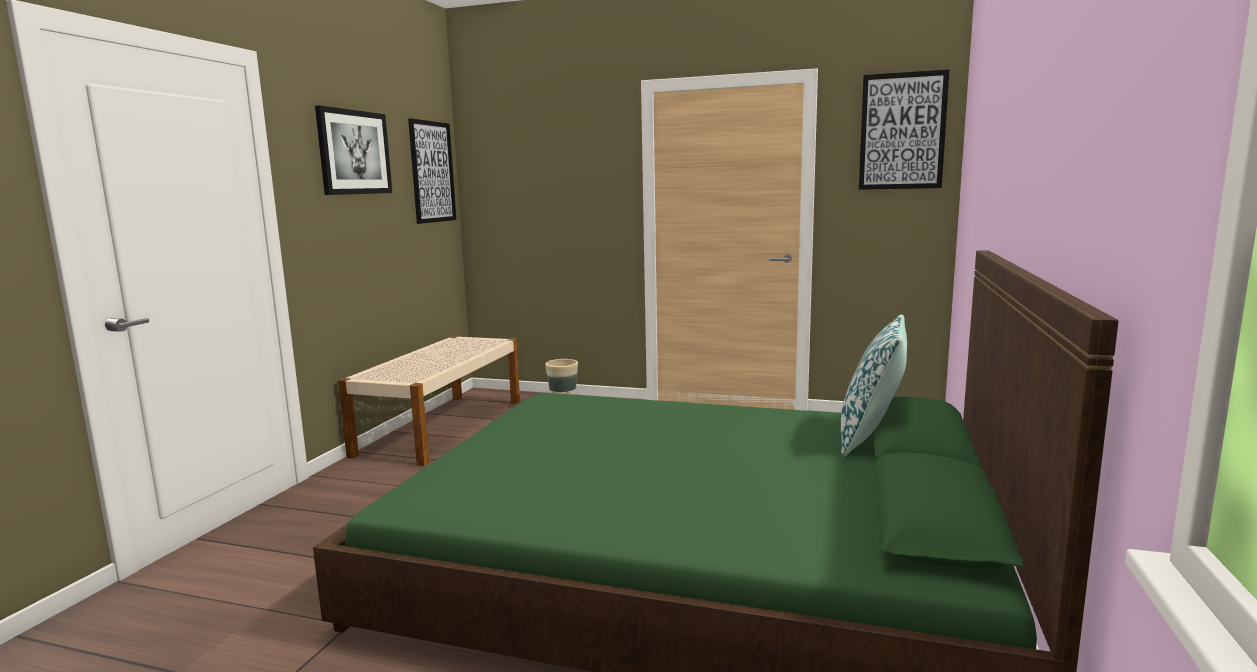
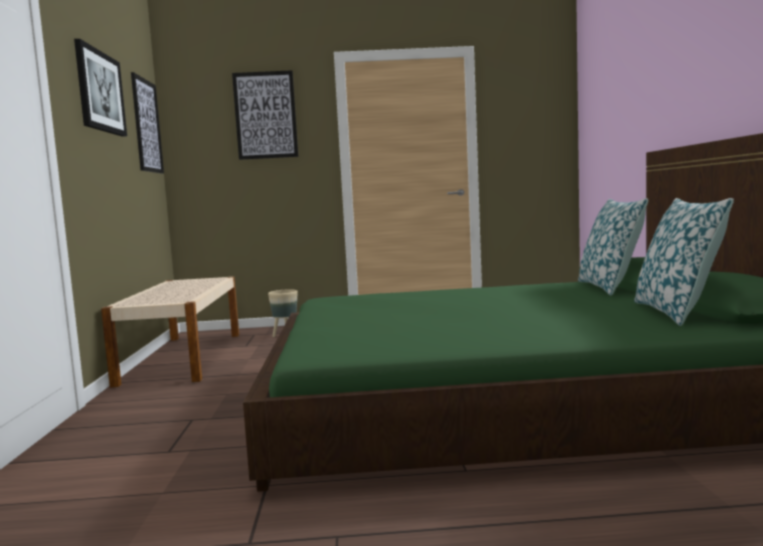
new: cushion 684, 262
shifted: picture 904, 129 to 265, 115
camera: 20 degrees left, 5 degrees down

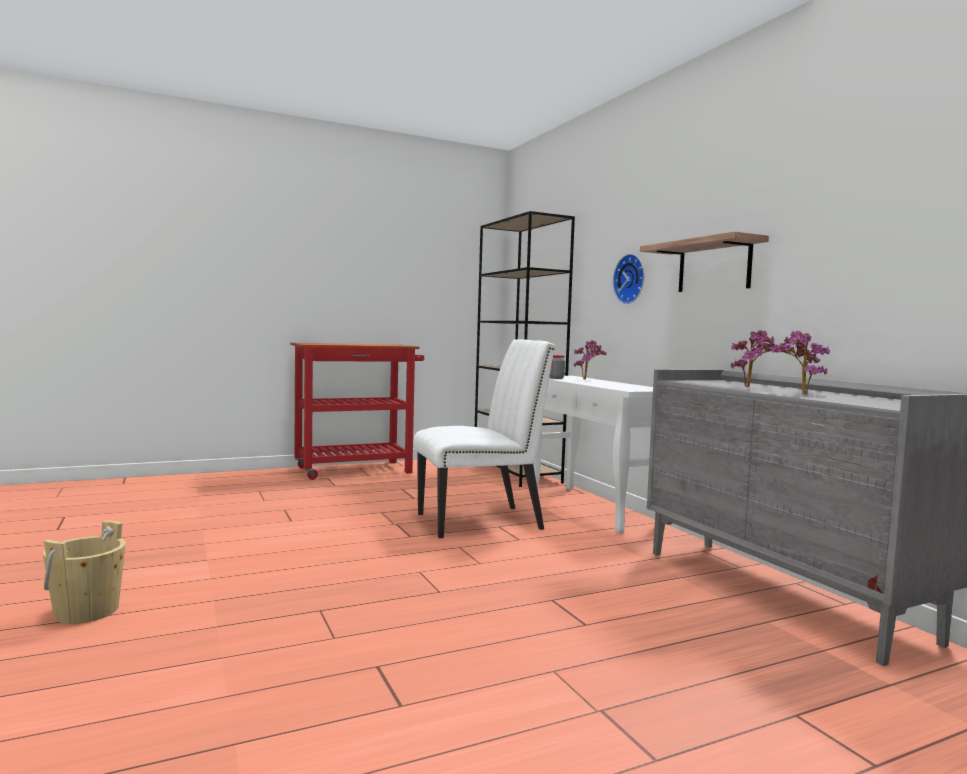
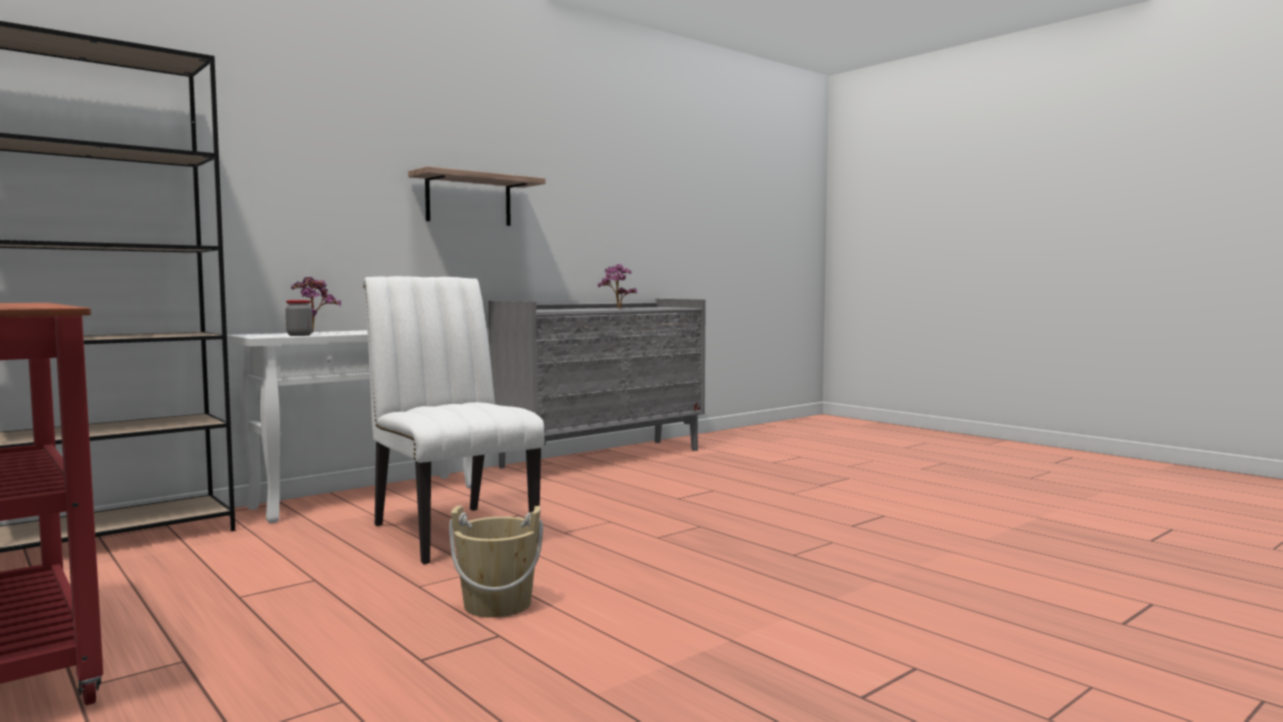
gone: hanging clock 628, 279; plant in a pot 756, 358
shifted: sand-coloured water bucket 84, 572 to 496, 562
camera: 105 degrees left, 0 degrees up

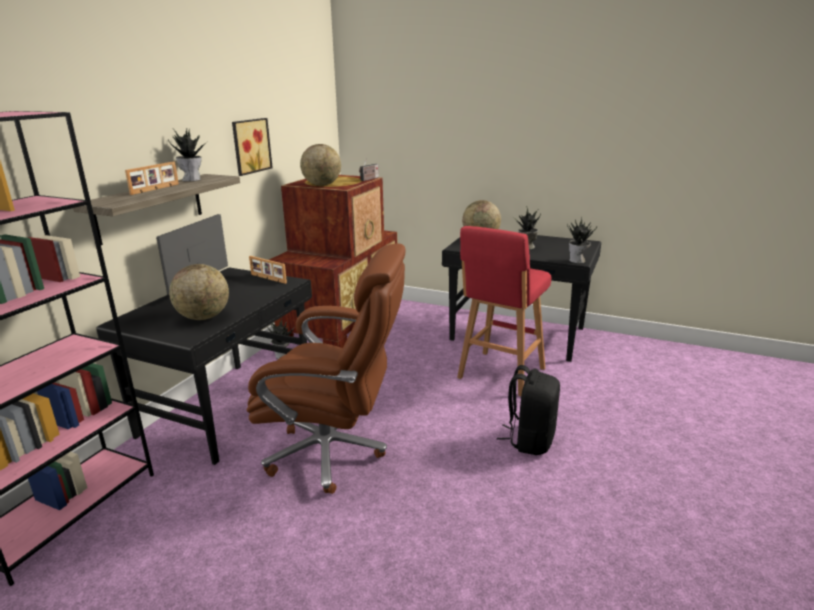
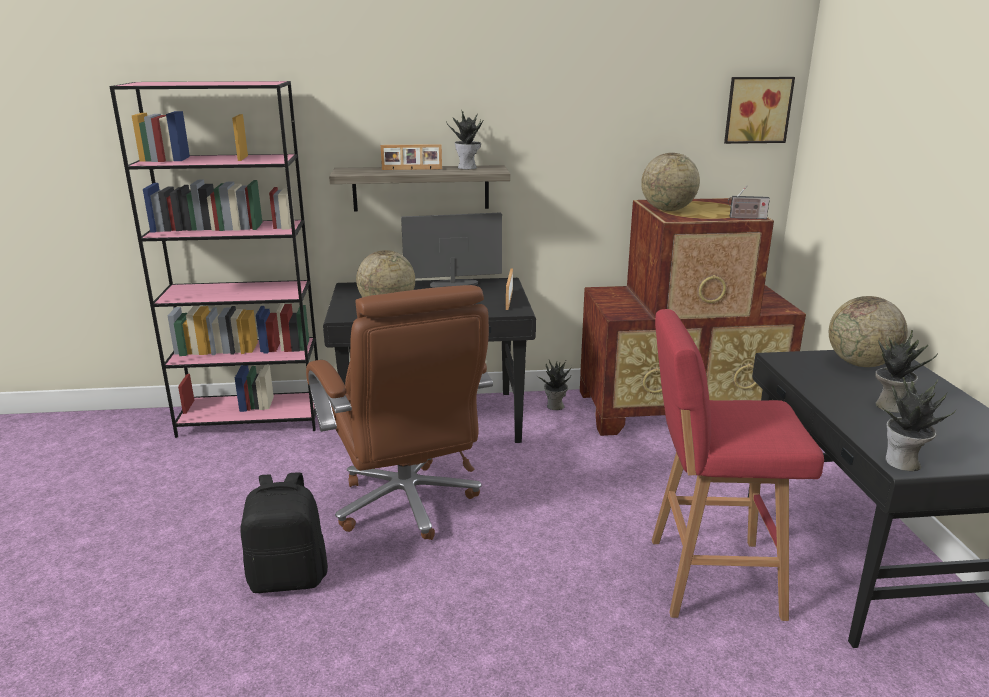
shifted: picture 252, 147 to 759, 110; black knapsack 528, 410 to 284, 532
camera: 60 degrees right, 0 degrees up

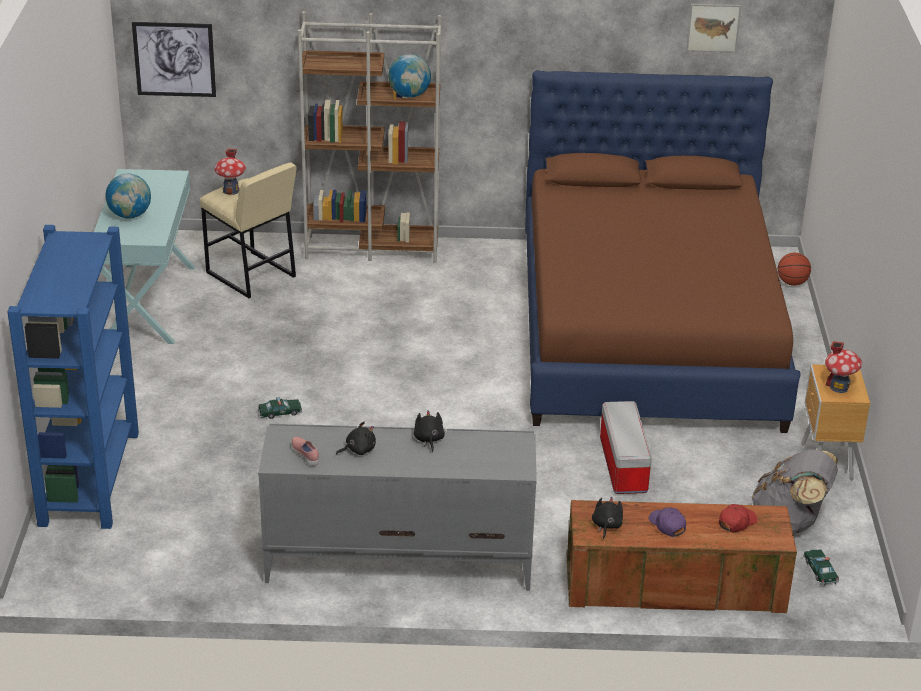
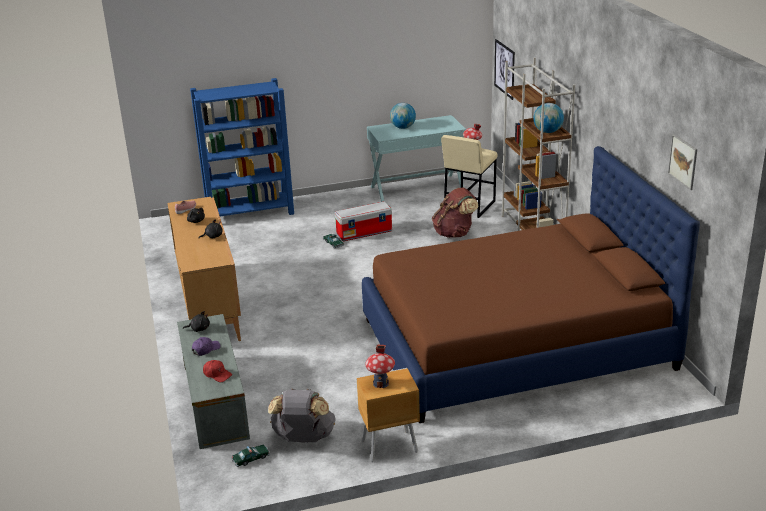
gone: ball for basketball 794, 269
new: brown-coloured knapsack 455, 213
shifted: storage bin 626, 447 to 363, 221
repainted: grey dresser 397, 507 to brown-coloured dresser 204, 269; brown-coloured long seat 682, 556 to grey long seat 213, 381
camera: 75 degrees right, 5 degrees down

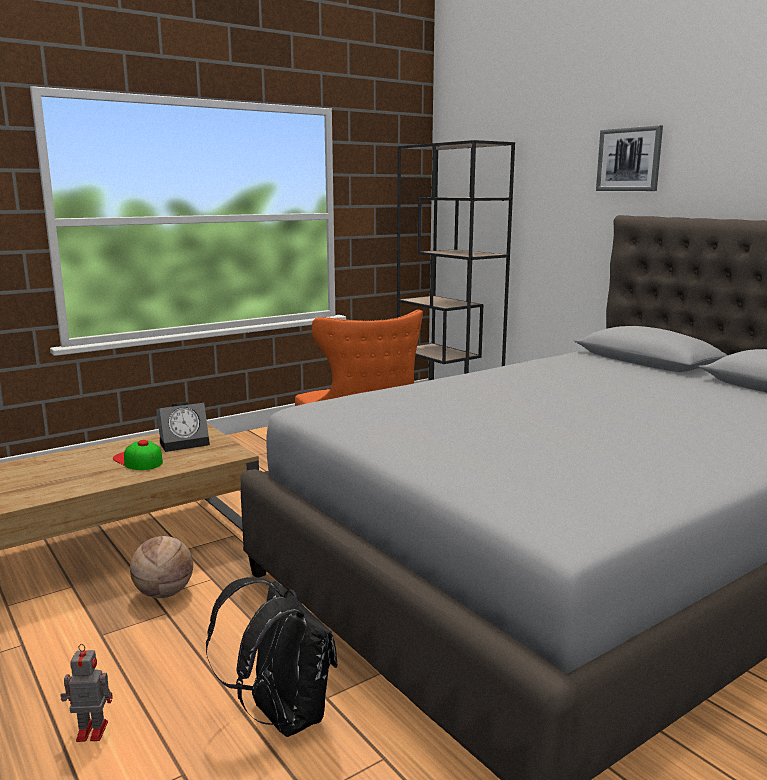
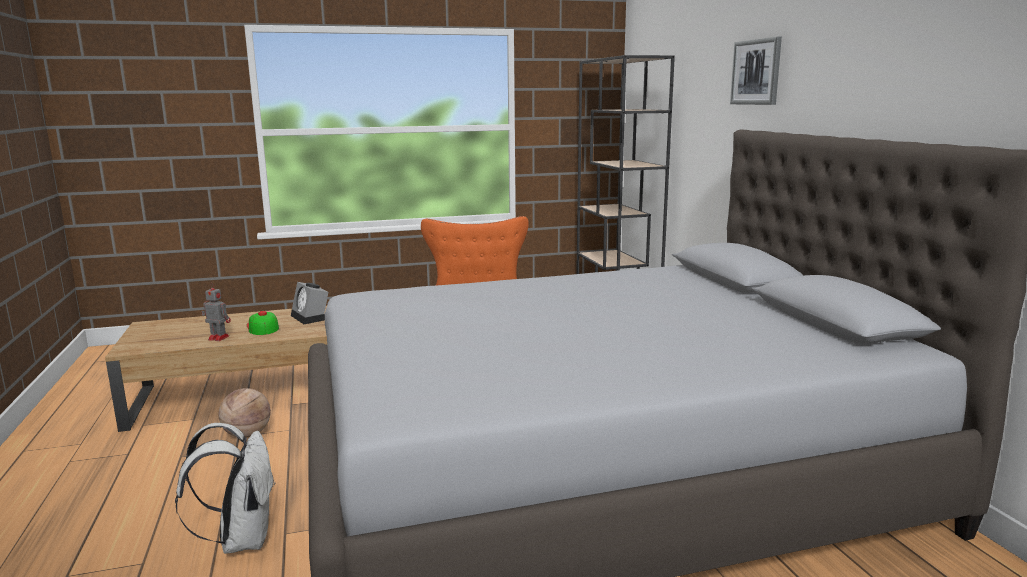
shifted: robot figure 86, 693 to 216, 312
repainted: black knapsack 271, 657 to whitish knapsack 225, 488
rotated: bedside clock 183, 427 = 309, 303 60 degrees clockwise
camera: 20 degrees right, 0 degrees up

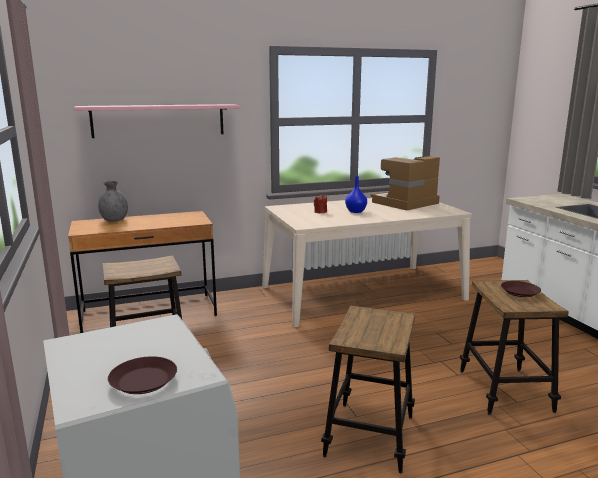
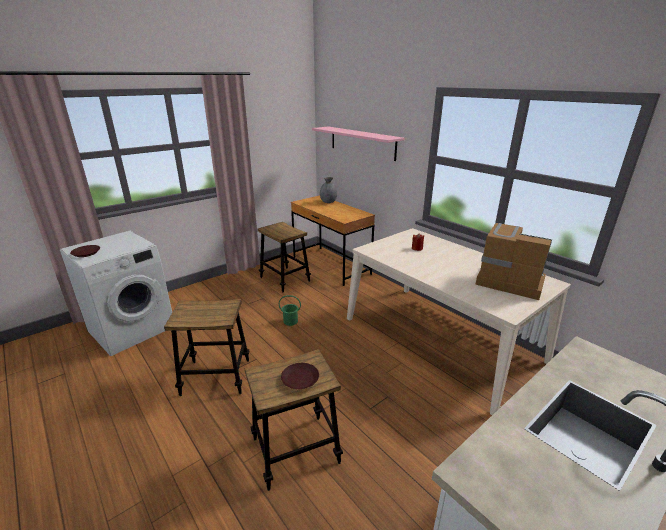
gone: blue flower vase 356, 194
new: green-coloured water bucket 290, 310
camera: 70 degrees right, 10 degrees up

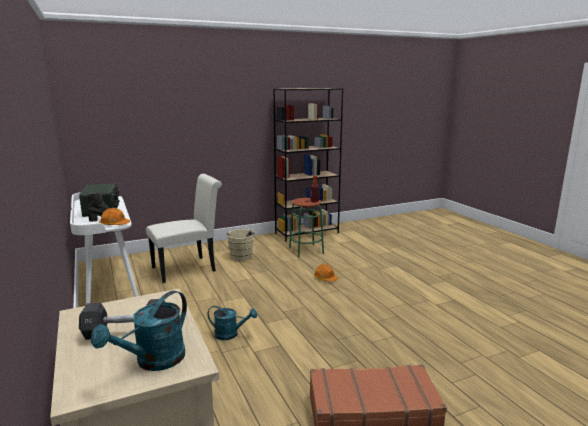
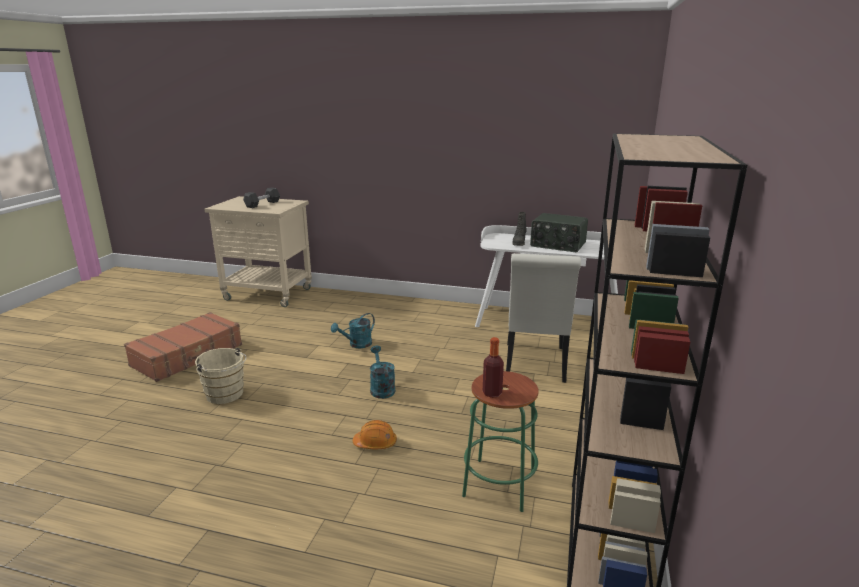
gone: orange-coloured work helmet 114, 216
shifted: turquoise sprinkling can 139, 330 to 382, 372; sand-coloured water bucket 240, 244 to 220, 376
camera: 130 degrees right, 5 degrees up

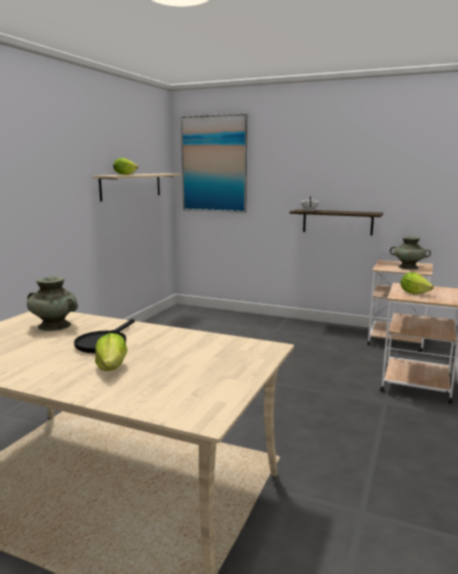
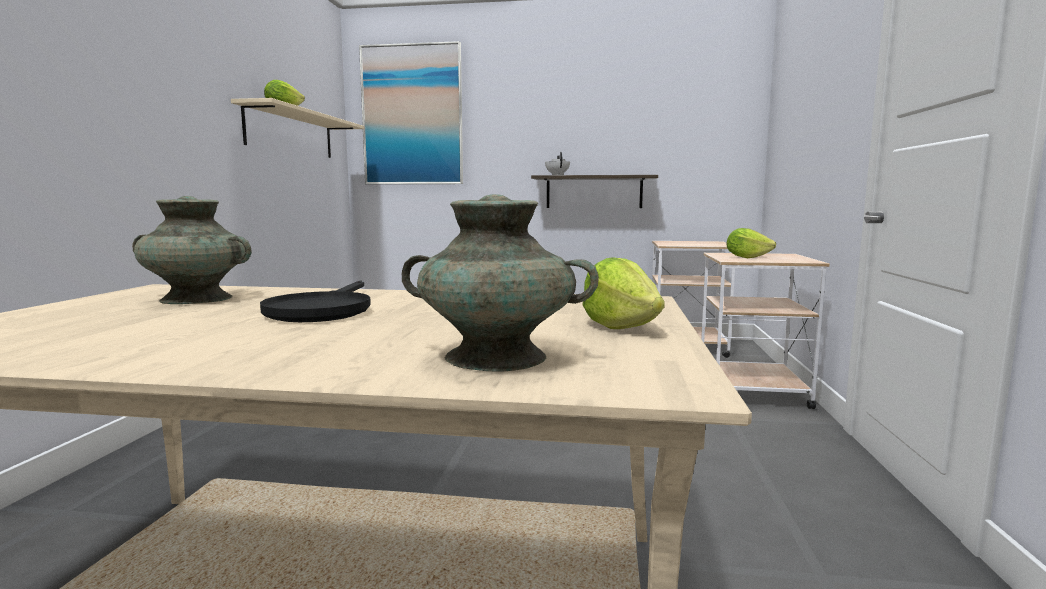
shifted: lettuce head 111, 352 to 624, 293; turquoise flower vase 410, 252 to 500, 283
camera: 15 degrees left, 5 degrees down

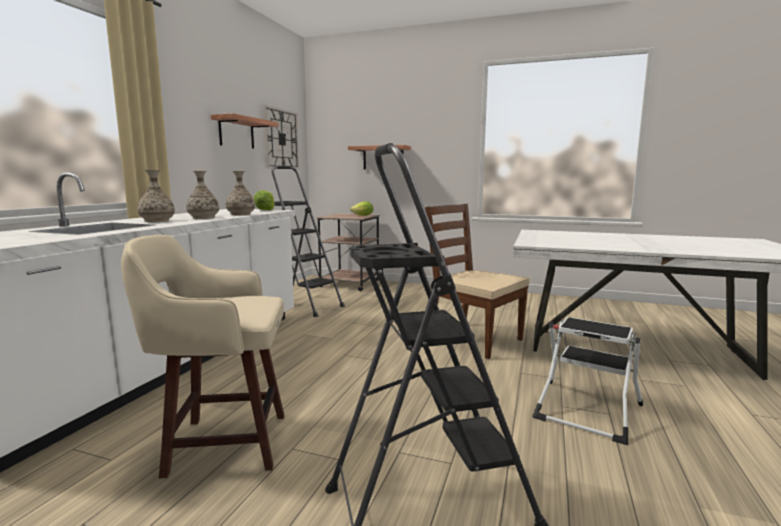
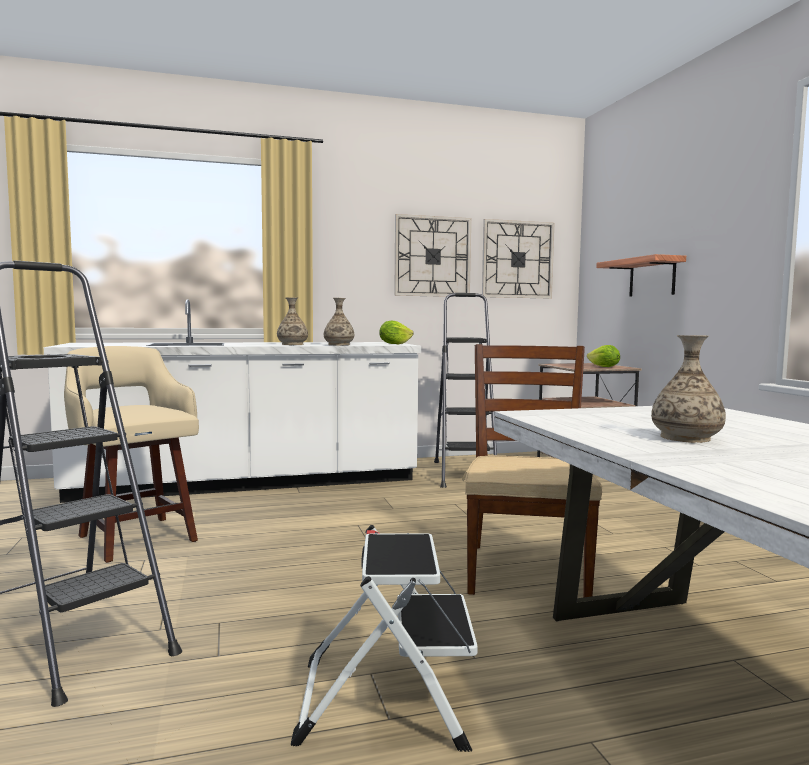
shifted: flower vase 156, 196 to 688, 389
swapped: shelf 245, 131 to hanging clock 432, 255
camera: 55 degrees right, 5 degrees down

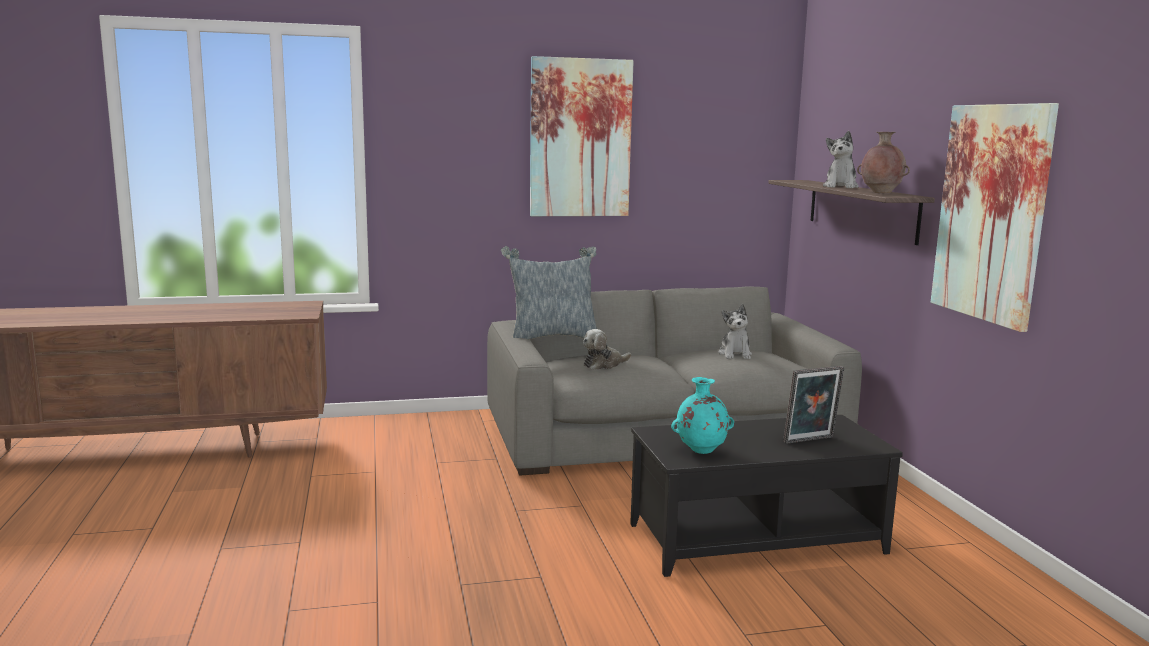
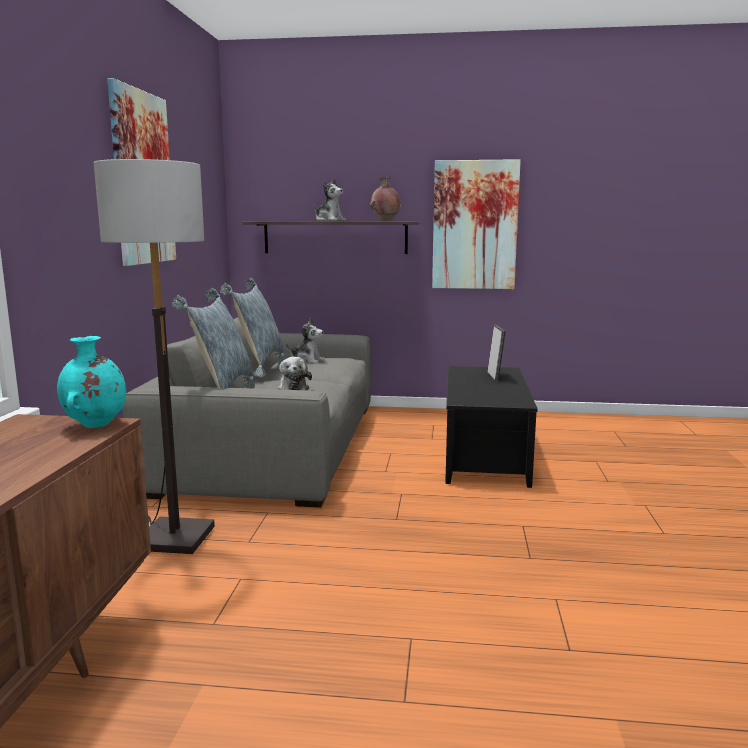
new: standing lamp 154, 356; cushion 252, 328
shifted: turquoise flower vase 702, 415 to 91, 382
camera: 70 degrees left, 0 degrees up

